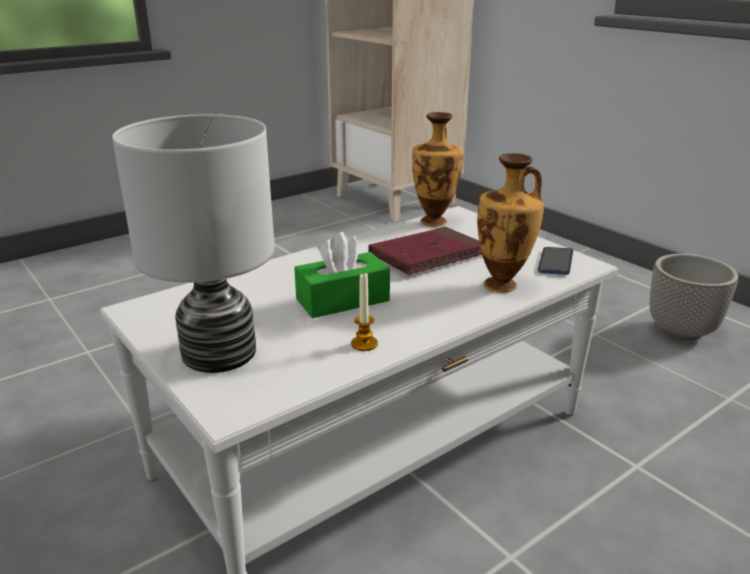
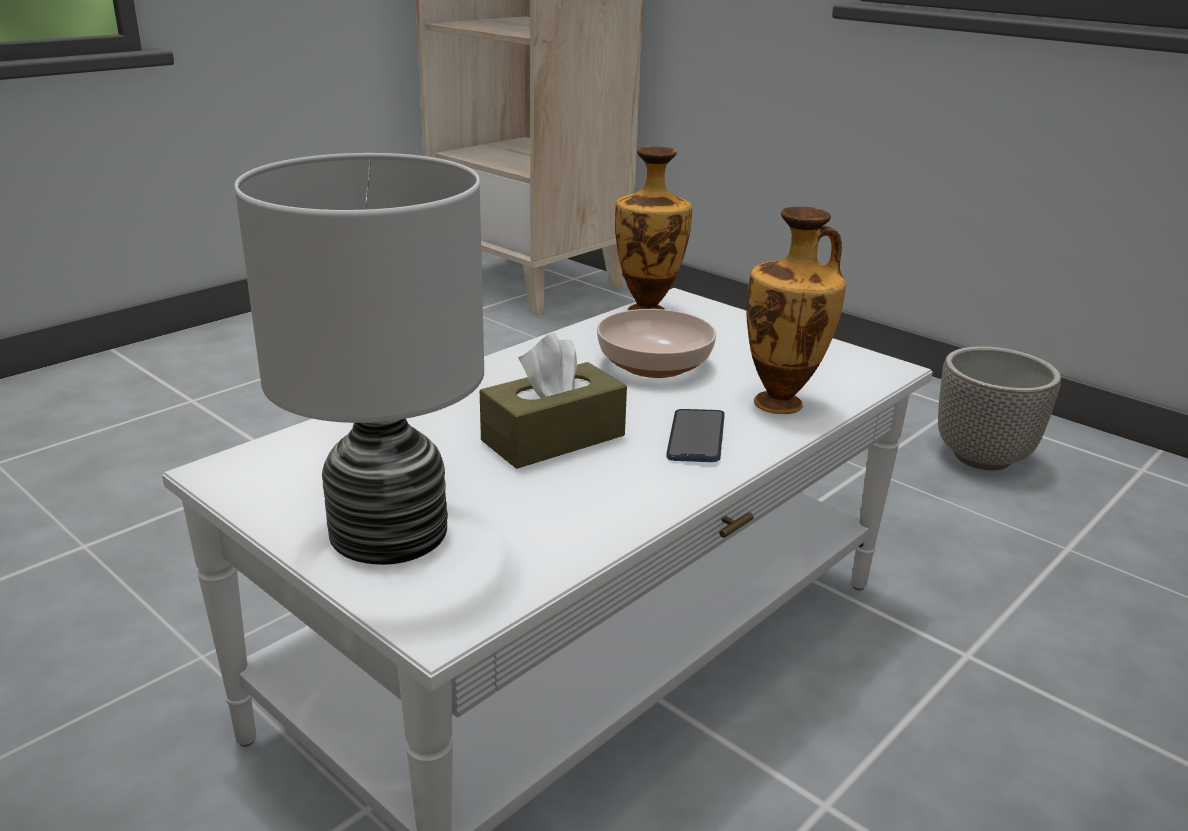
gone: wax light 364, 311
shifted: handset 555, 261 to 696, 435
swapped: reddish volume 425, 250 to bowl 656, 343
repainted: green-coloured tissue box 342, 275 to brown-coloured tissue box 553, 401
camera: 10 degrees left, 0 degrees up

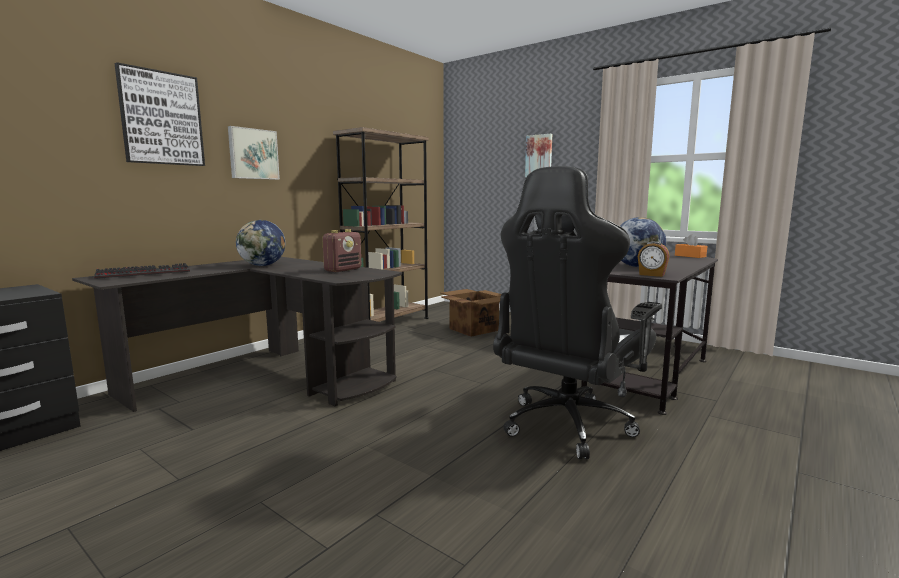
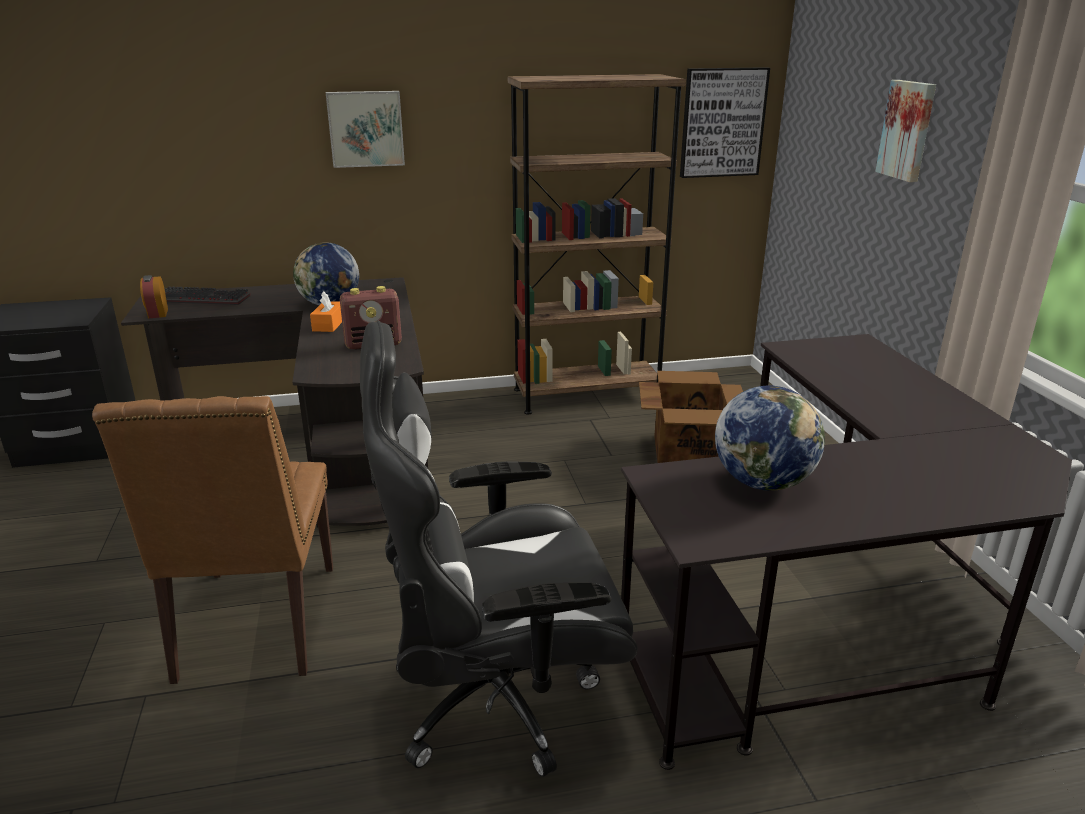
new: brown-coloured plain chair 212, 540
shifted: picture 159, 114 to 725, 122; bedside clock 654, 259 to 154, 297; orange-coloured tissue box 691, 246 to 326, 311
camera: 40 degrees right, 15 degrees up

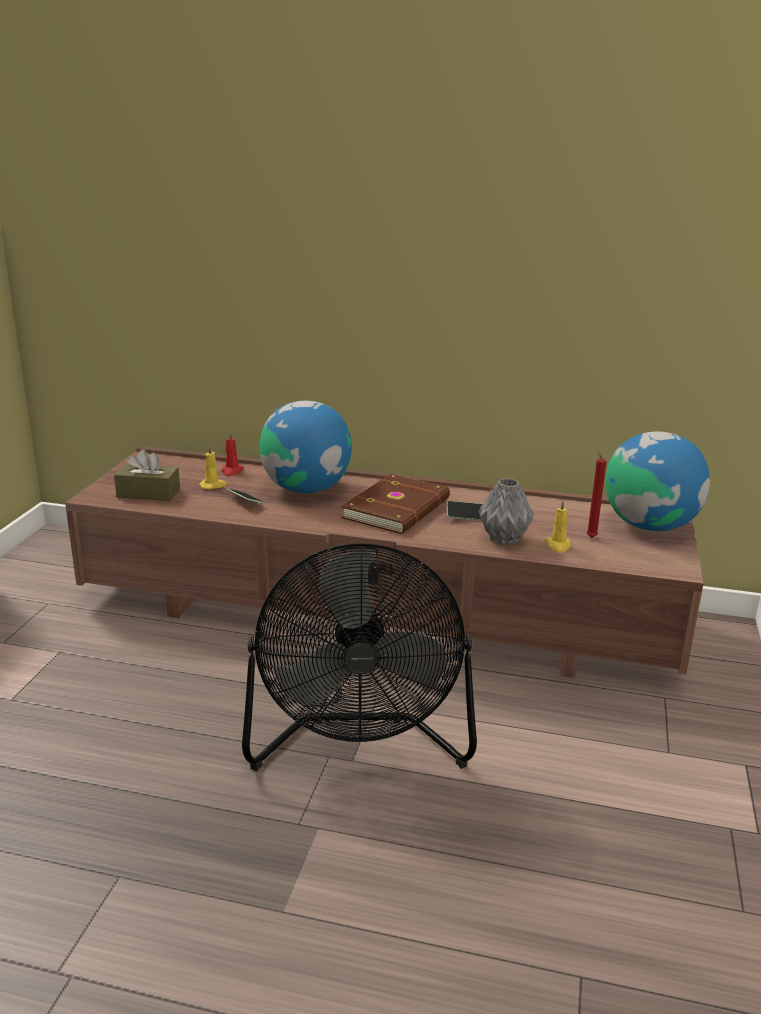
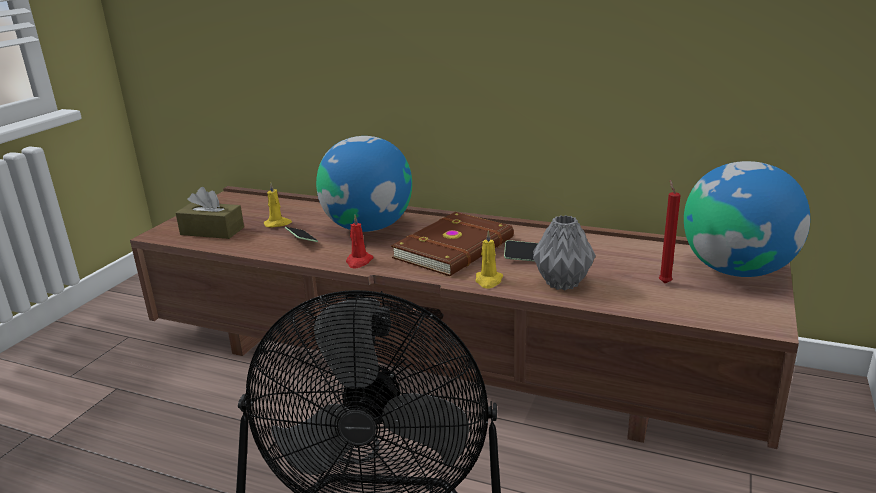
shifted: reddish wax light 232, 453 to 360, 241; yellow-coloured wax light 558, 526 to 489, 259
camera: 10 degrees right, 0 degrees up

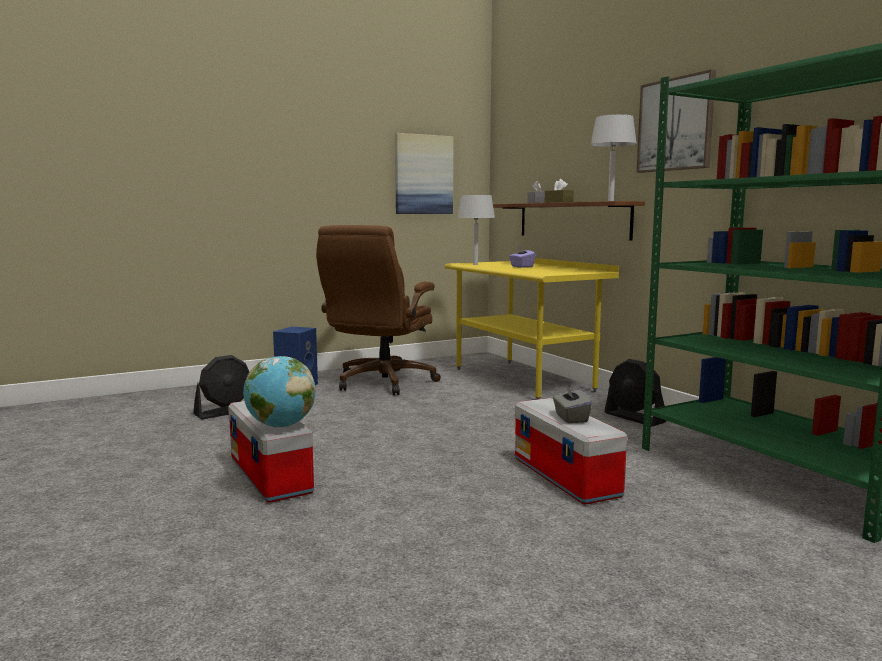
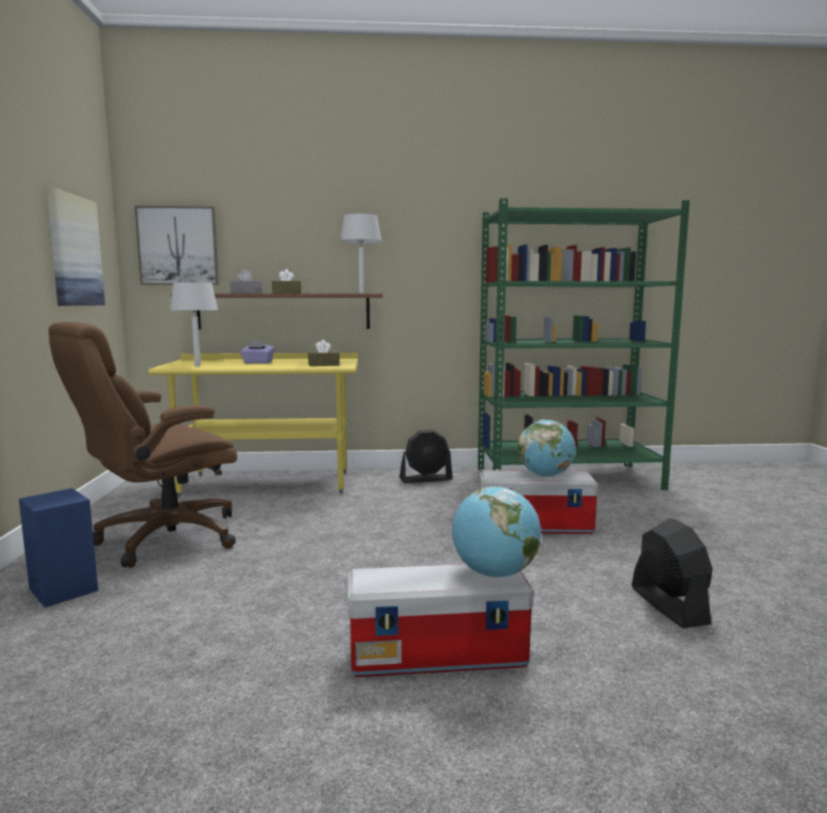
new: brown-coloured tissue box 324, 353
shifted: black electric fan 221, 387 to 672, 573; picture 676, 121 to 177, 245
swapped: grey tissue box 572, 403 to globe 546, 448
rotated: brown-coloured desk chair 378, 310 = 142, 445 90 degrees clockwise
camera: 65 degrees left, 0 degrees up

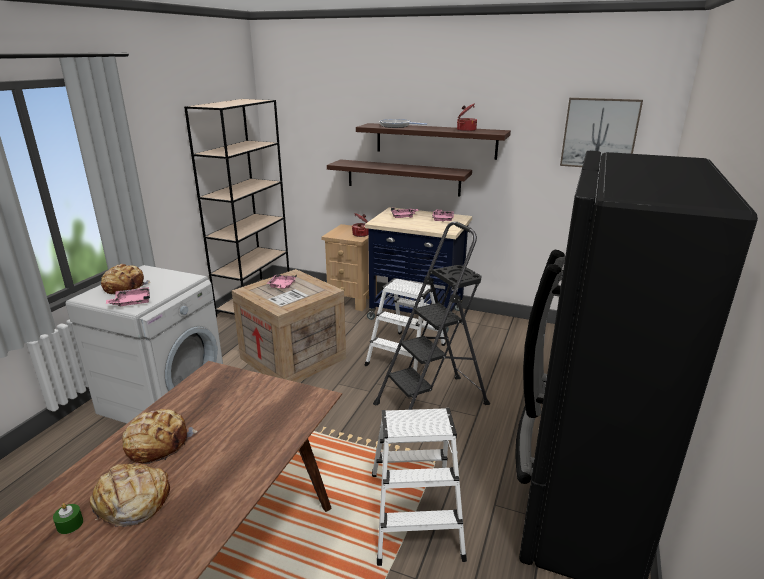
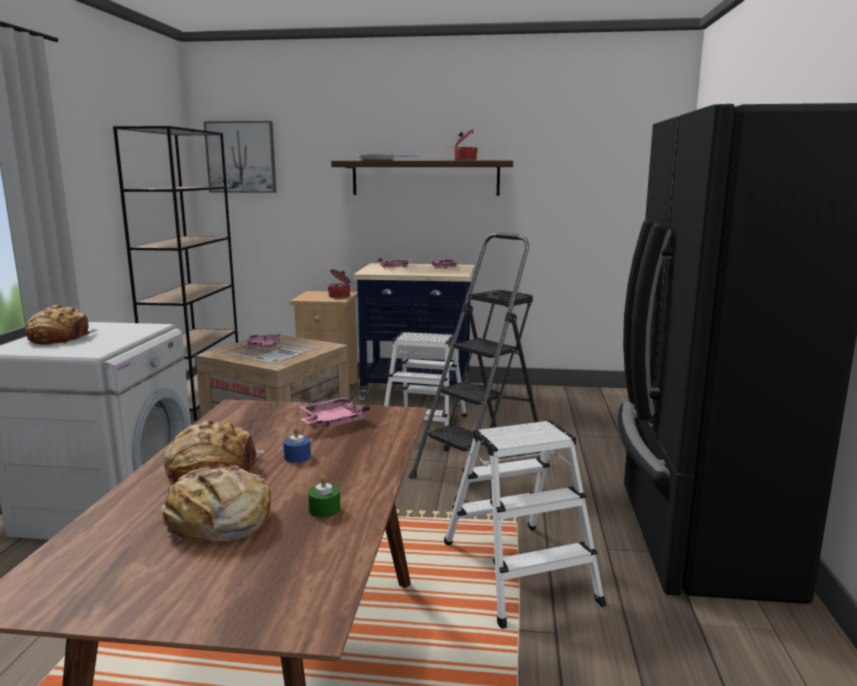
gone: shelf 399, 178
new: blue wax light 297, 445
shifted: green-coloured wax light 68, 518 to 324, 496; pinkish carrying tray 128, 296 to 335, 412; picture 601, 132 to 240, 157
camera: 15 degrees left, 10 degrees down

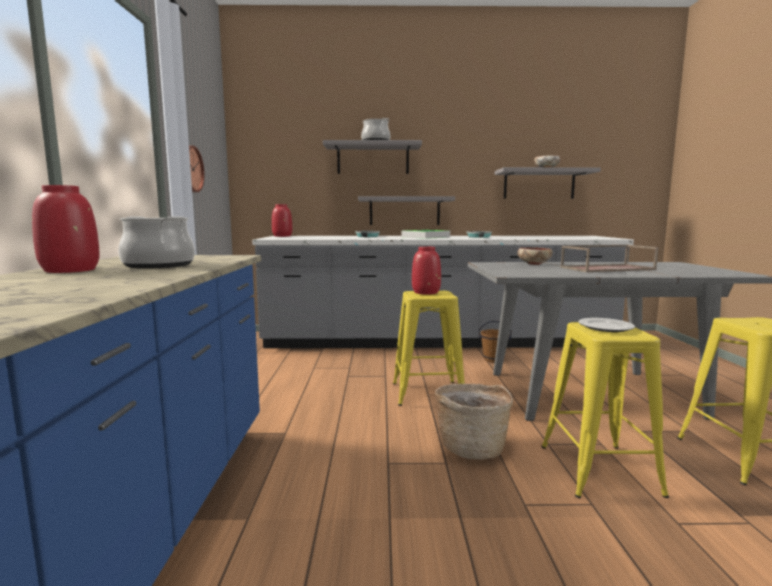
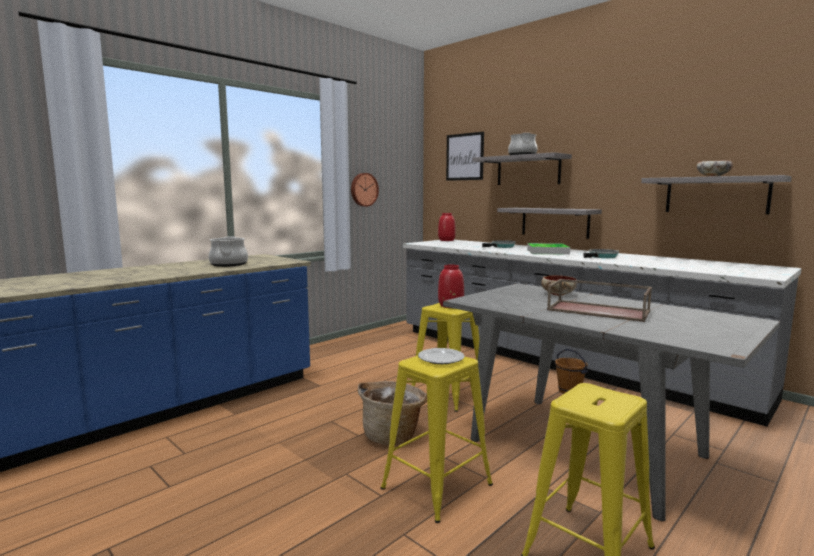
gone: reddish flower vase 66, 229
new: picture 465, 156
camera: 45 degrees right, 0 degrees up

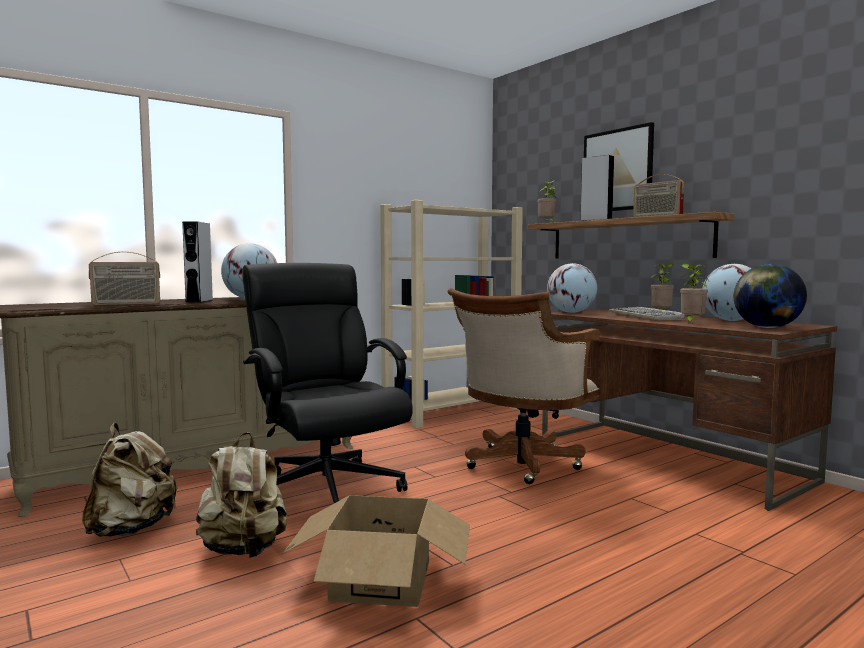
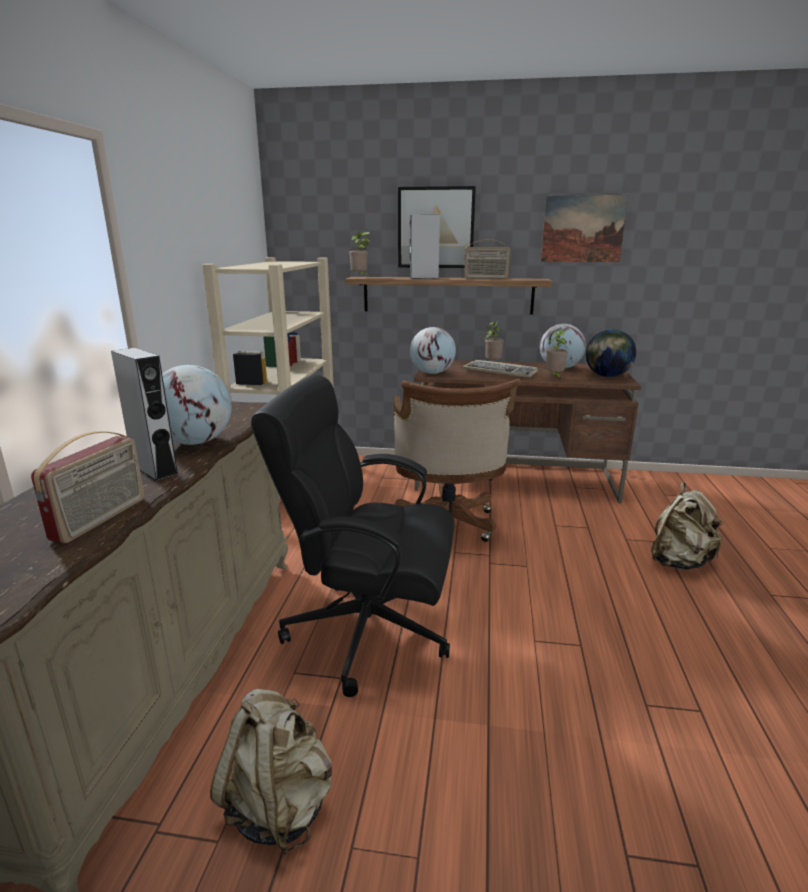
gone: carton 376, 551
new: picture 584, 228
shifted: sand-coloured knapsack 241, 495 to 687, 526
camera: 45 degrees left, 15 degrees up

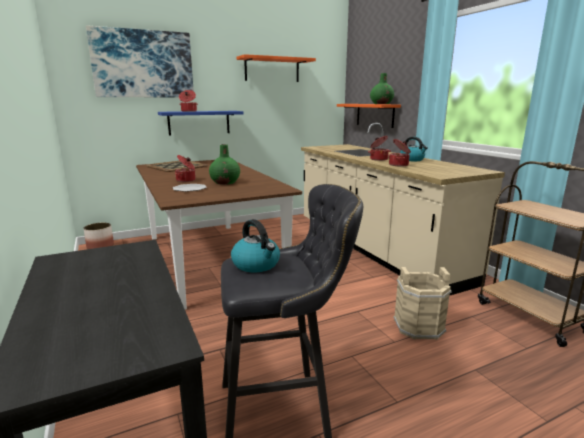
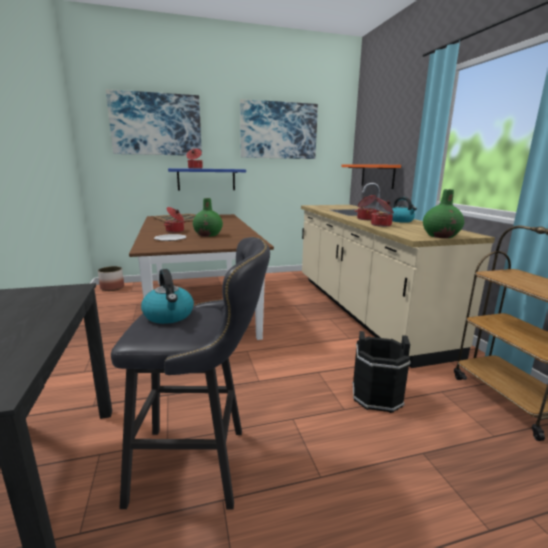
shifted: green-coloured flower vase 382, 88 to 443, 213
swapped: orange-coloured shelf 276, 68 to picture 279, 129
repainted: sand-coloured water bucket 423, 303 to black water bucket 381, 372
camera: 10 degrees right, 0 degrees up

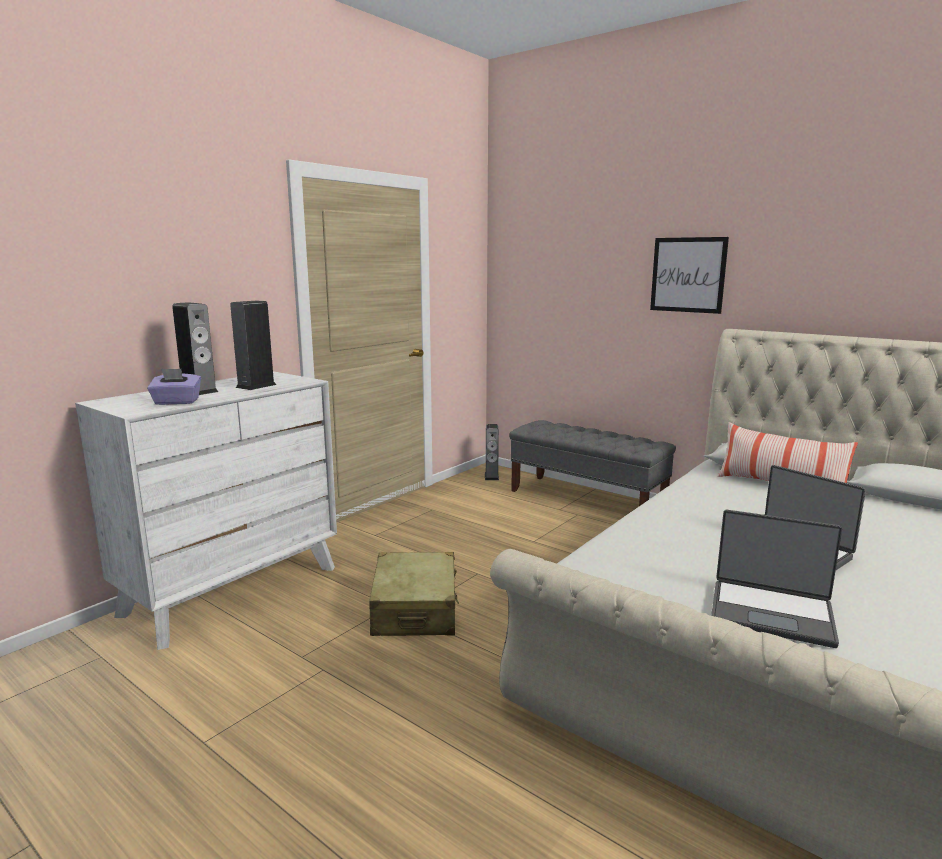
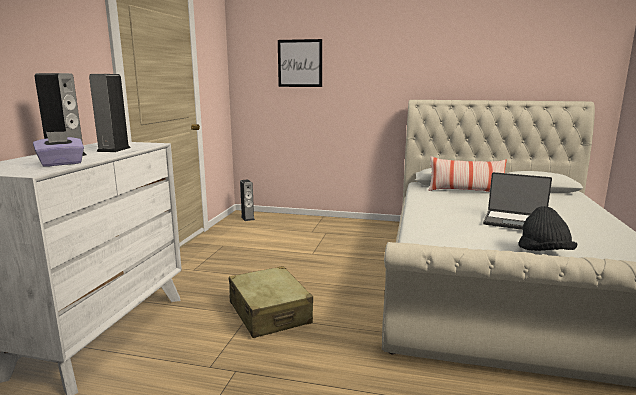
gone: grey long seat 592, 463
shifted: picture 689, 275 to 300, 63
swapped: portable computer 776, 579 to black clothing hat 548, 228
camera: 25 degrees left, 0 degrees up

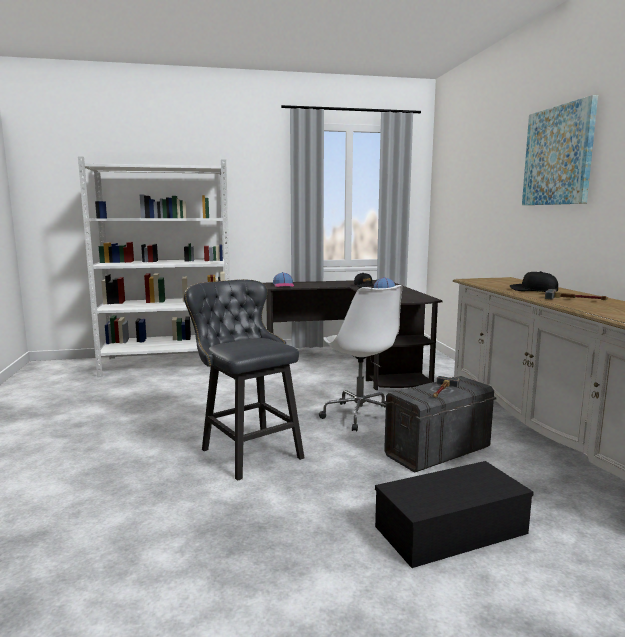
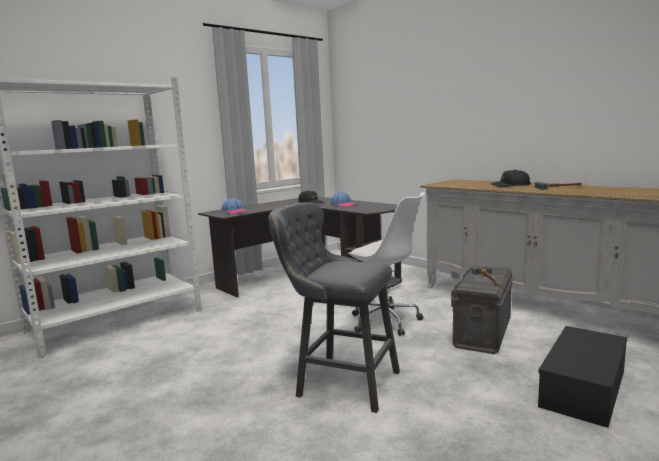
gone: picture 560, 150
camera: 30 degrees left, 0 degrees up

